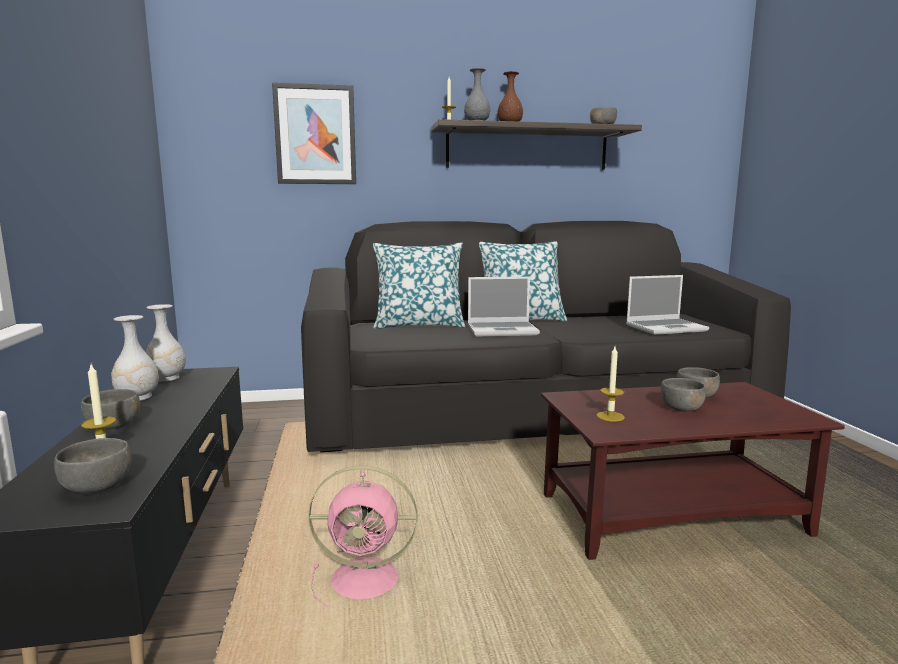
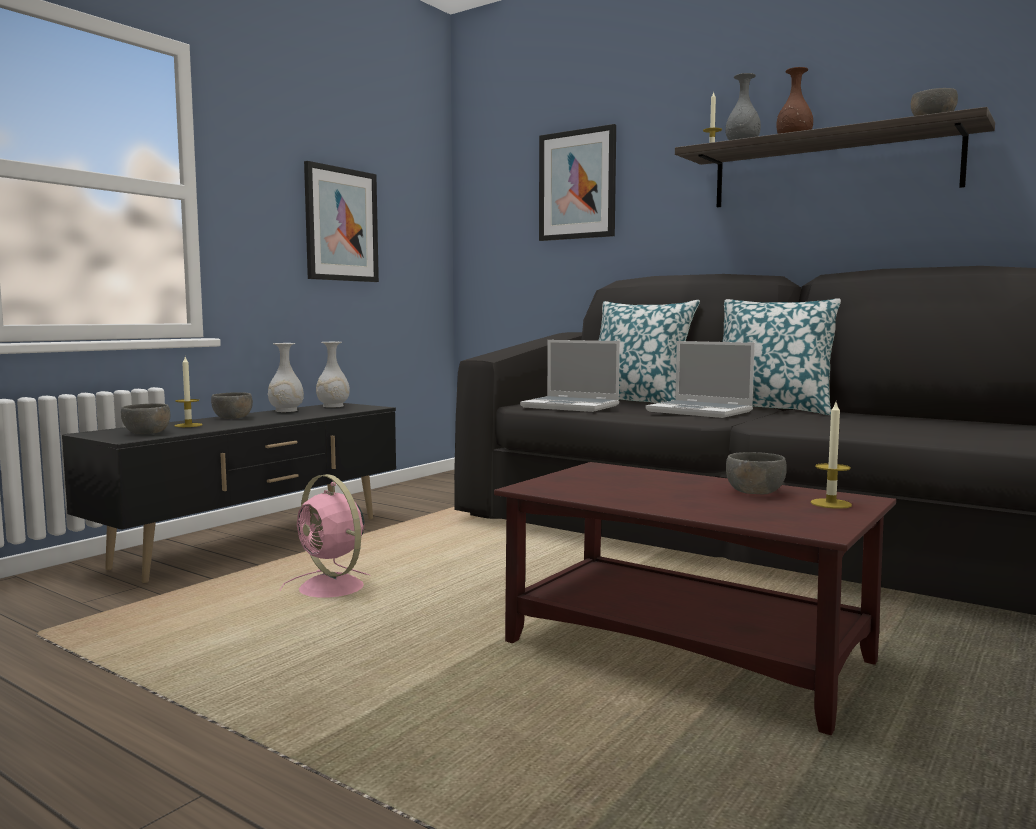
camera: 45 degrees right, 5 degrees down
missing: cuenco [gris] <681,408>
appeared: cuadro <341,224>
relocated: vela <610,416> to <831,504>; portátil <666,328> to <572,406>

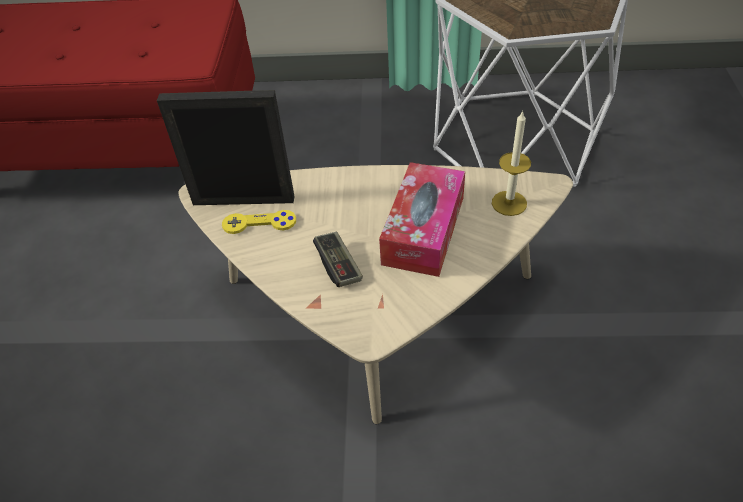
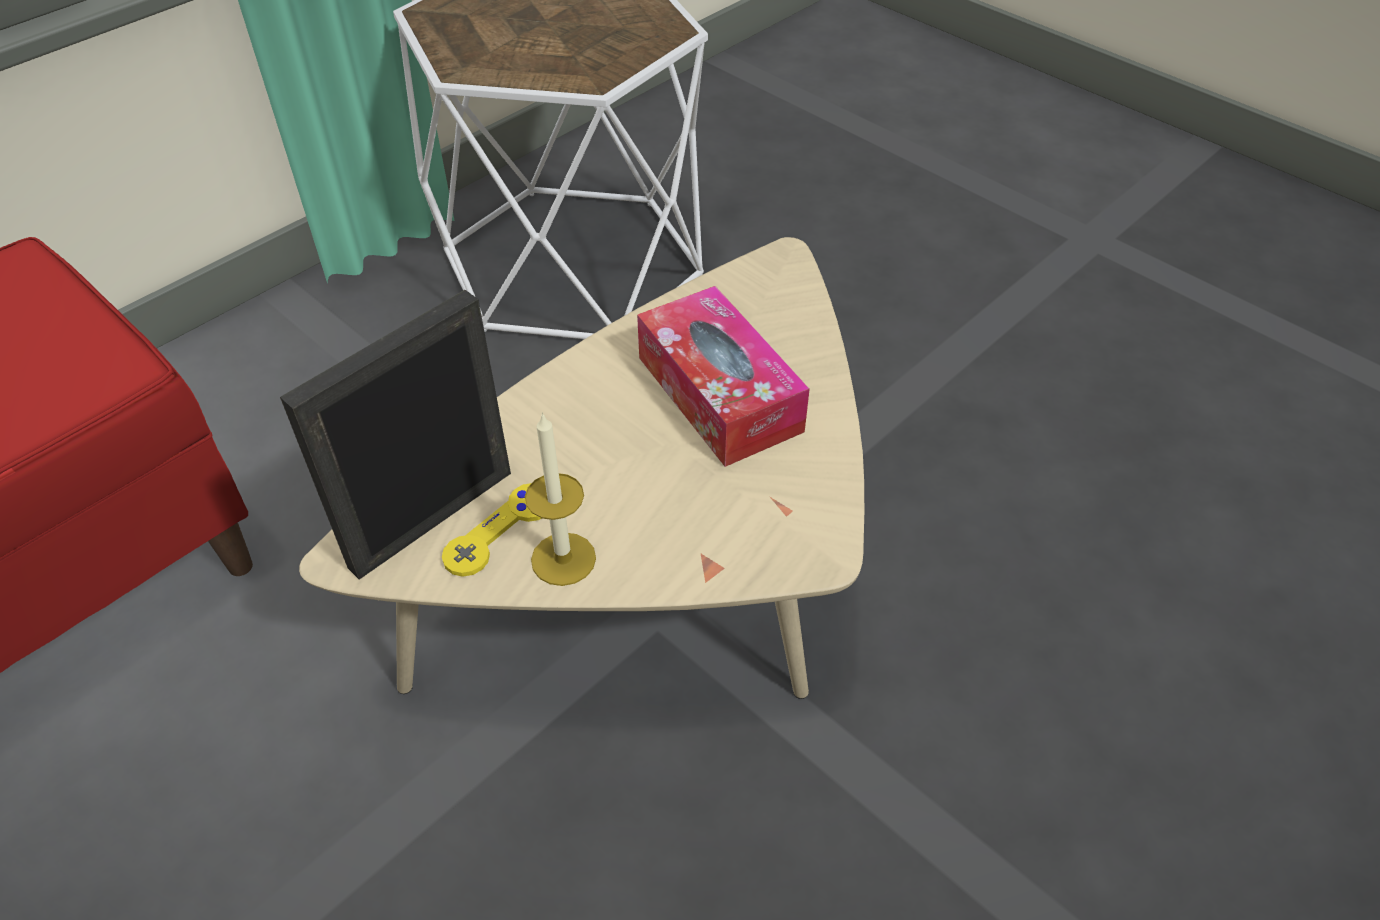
camera: 50 degrees left, 0 degrees up
missing: mando de consola <338,266>
relocated: vela <509,203> to <563,559>

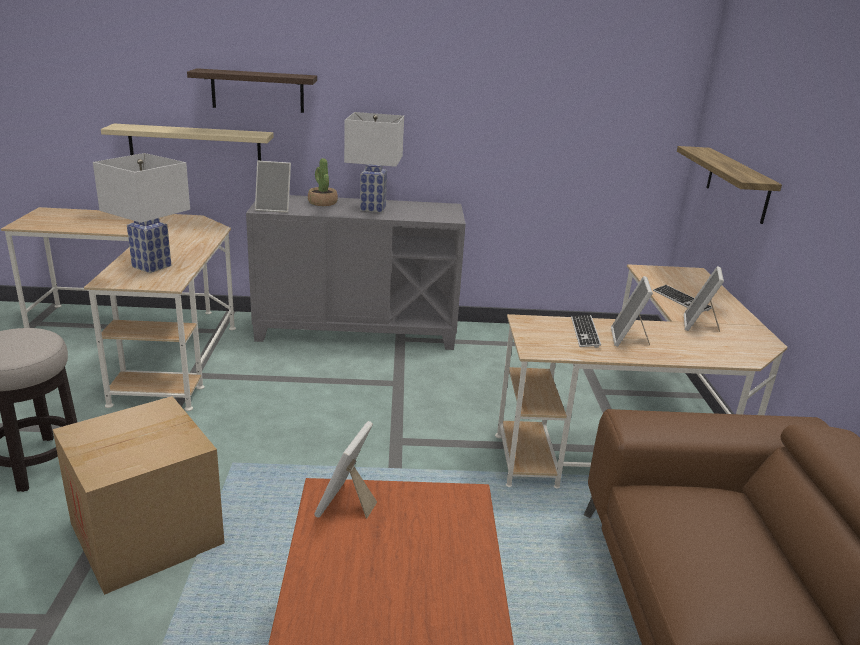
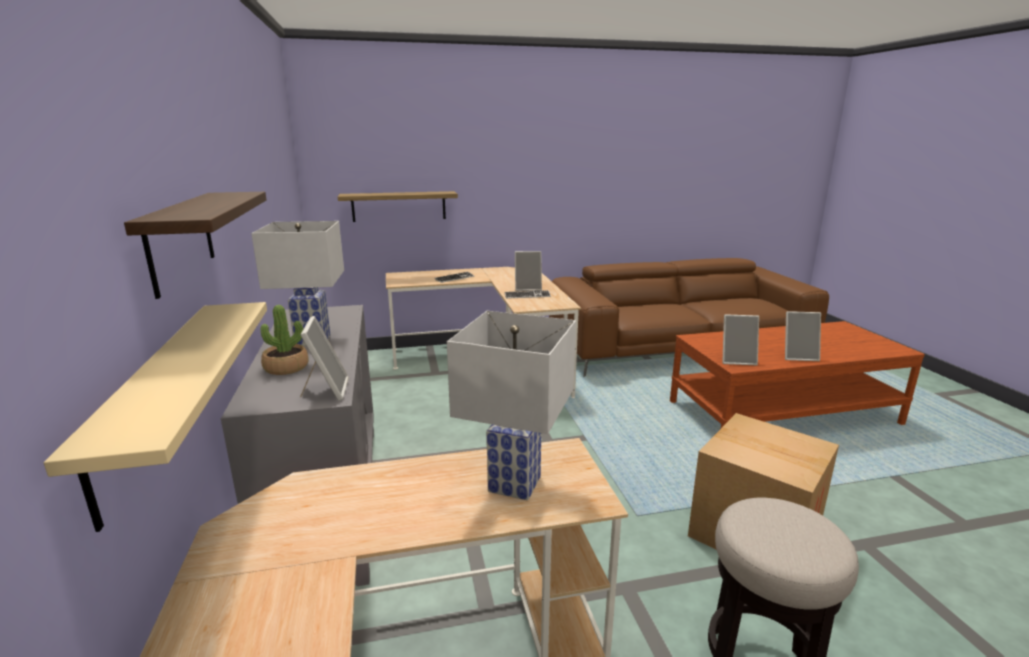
camera: 100 degrees left, 5 degrees down
relocated: portarretratos <699,325> to <798,356>

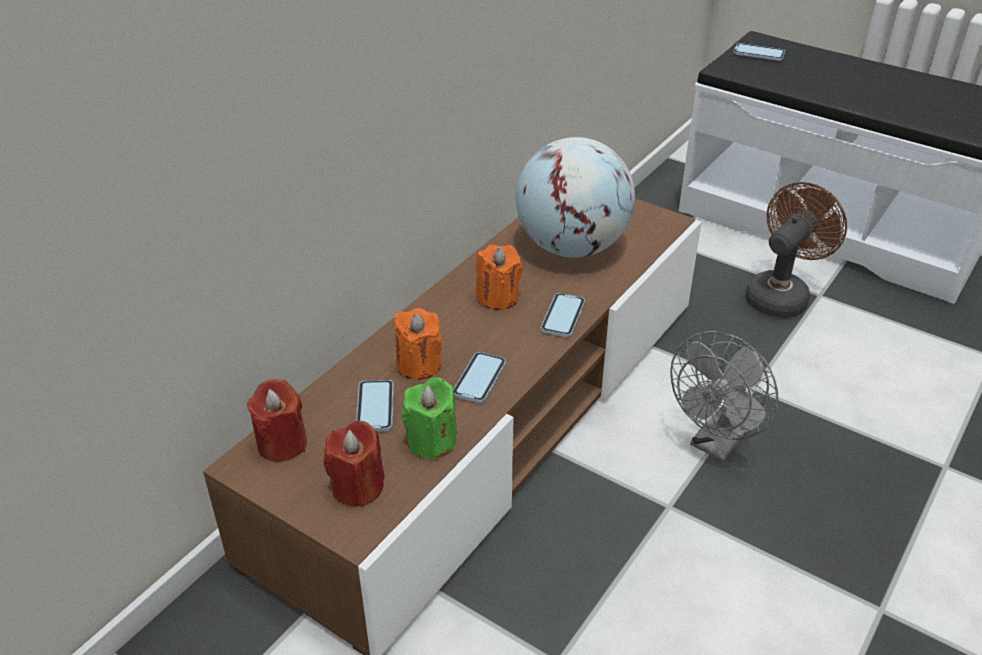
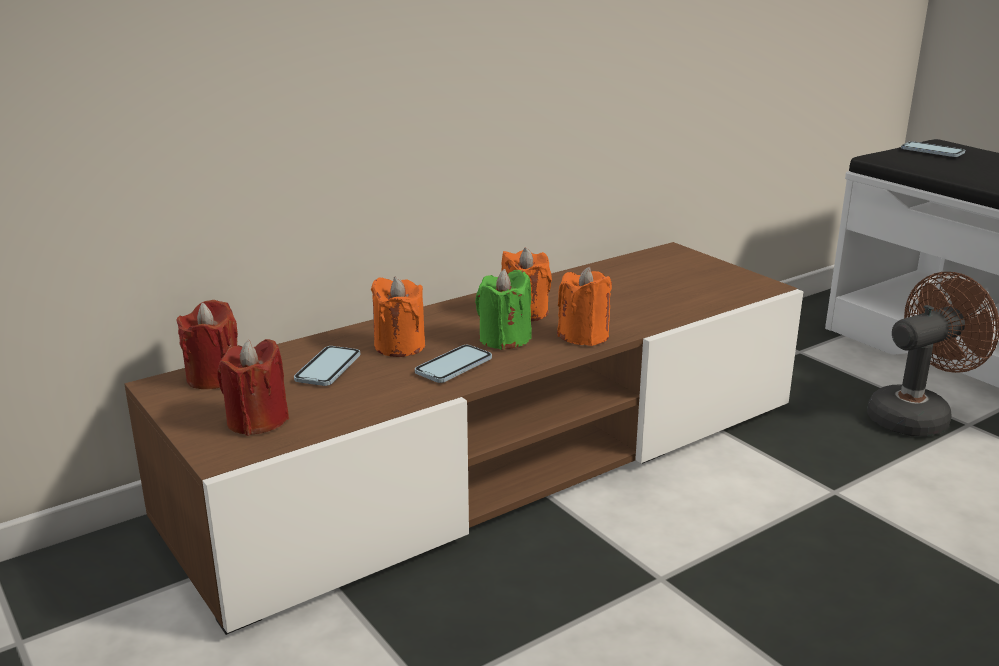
camera: 20 degrees right, 15 degrees down
missing: globo terráqueo <572,247>; ventilador [gris] <717,443>
relocated: vela [verde] <432,441> to <504,339>
exchanged: móvil <563,317> to vela [naranja] <584,336>

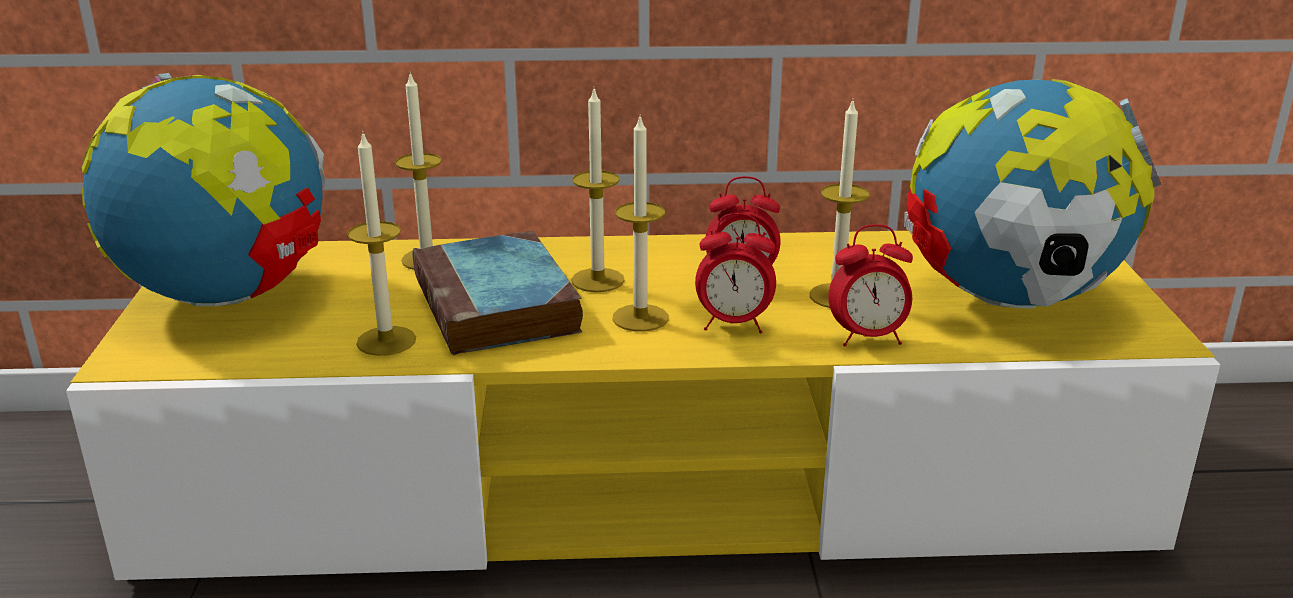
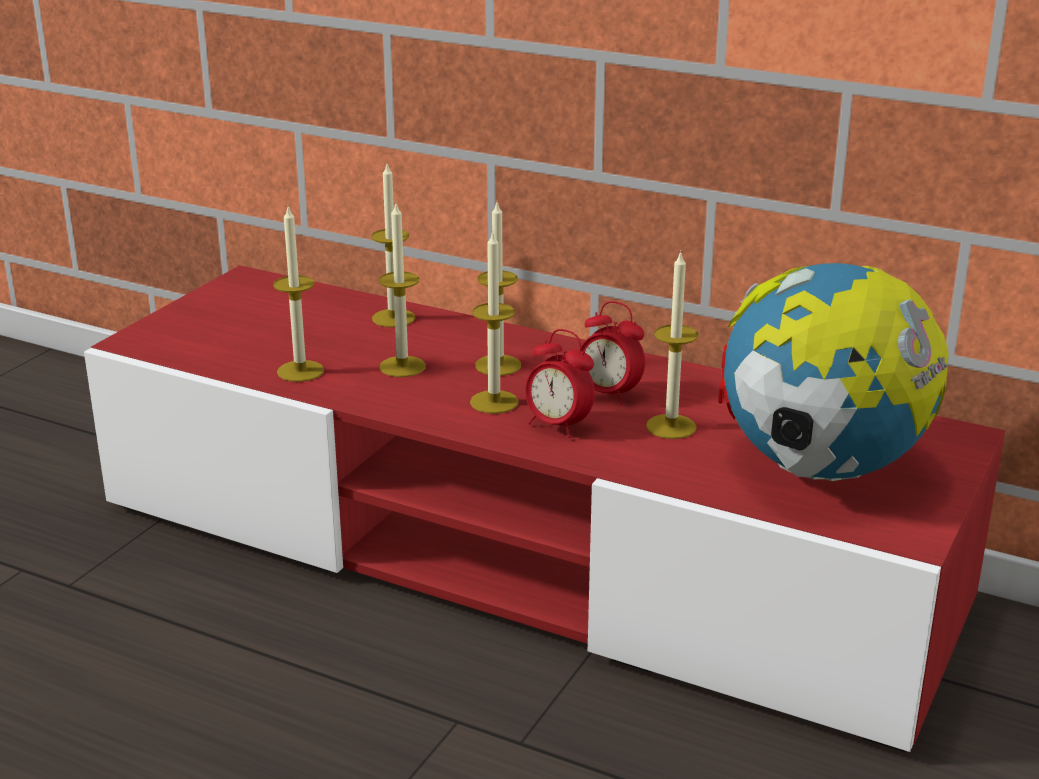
camera: 30 degrees right, 0 degrees up
missing: globo terráqueo <228,296>; despertador <868,338>
exchanged: libro <498,306> to vela <402,366>
colour: mueble de televisión [amarillo] <646,483> to mueble de televisión [rojo] <519,555>

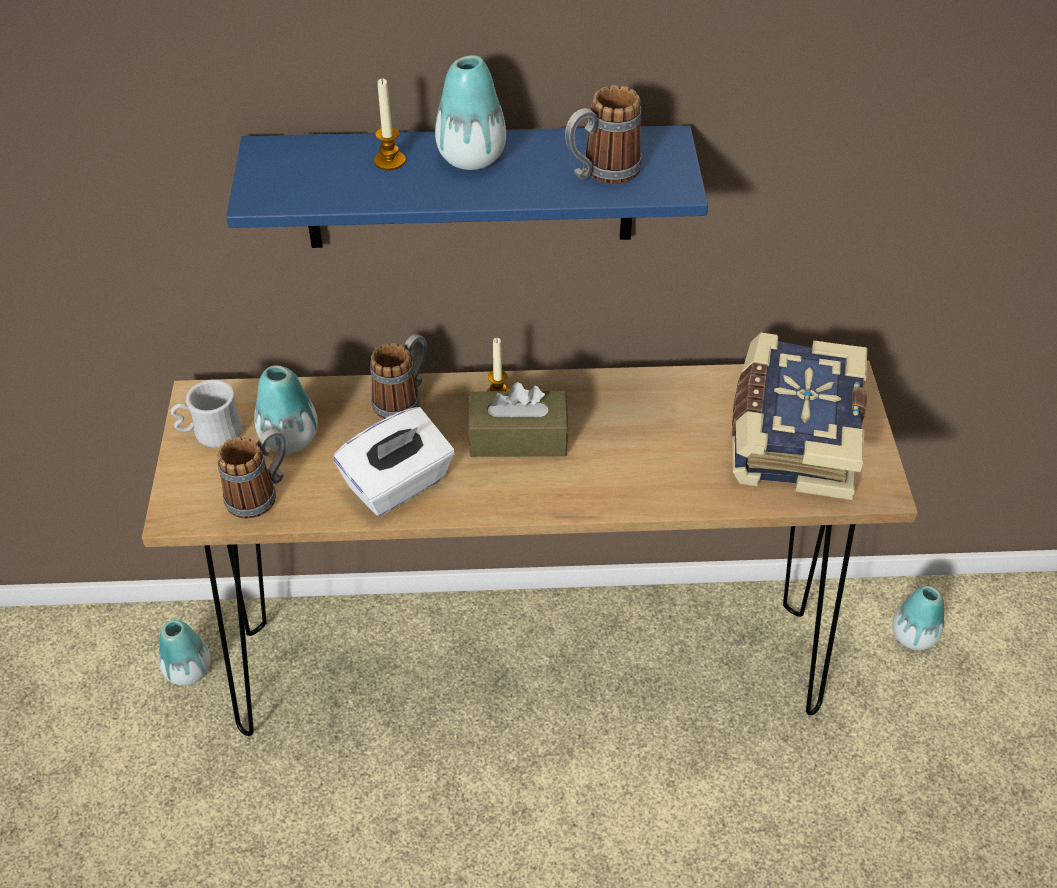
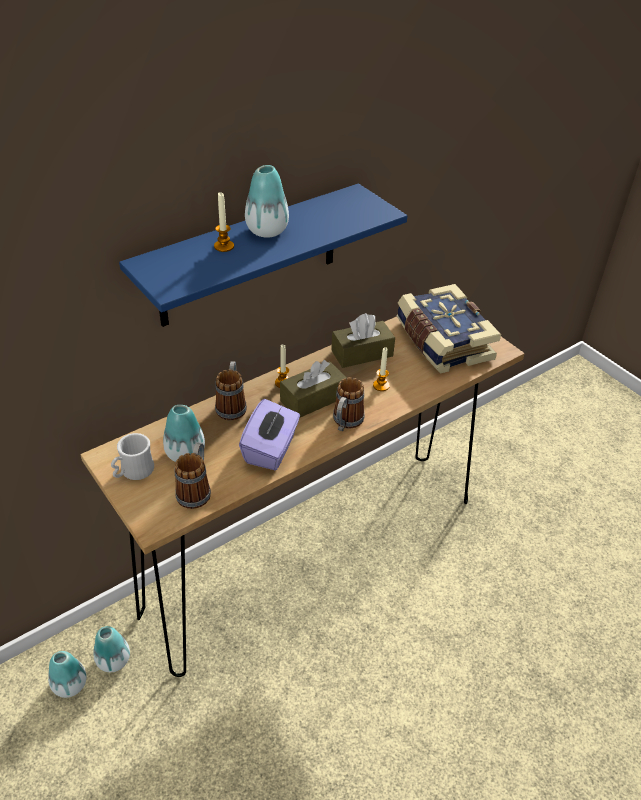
camera: 35 degrees left, 5 degrees down
appeared: caja de pañuelos [marrón] <362,353>; vela <381,385>
relocated: taza grande <601,173> to <345,423>; florero <913,636> to <70,685>
colour: caja de pañuelos [blanco] <398,484> to caja de pañuelos [morado] <271,449>

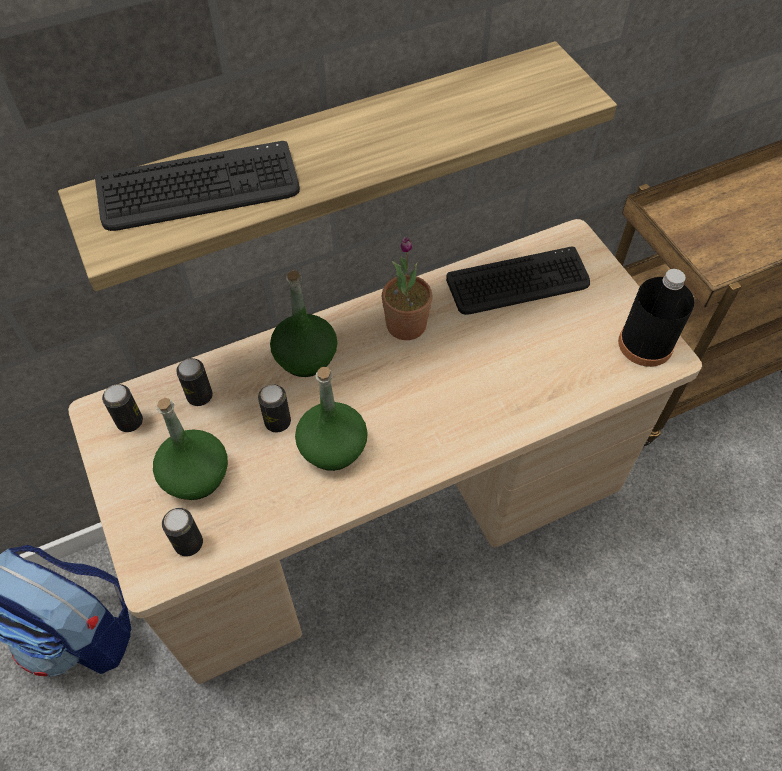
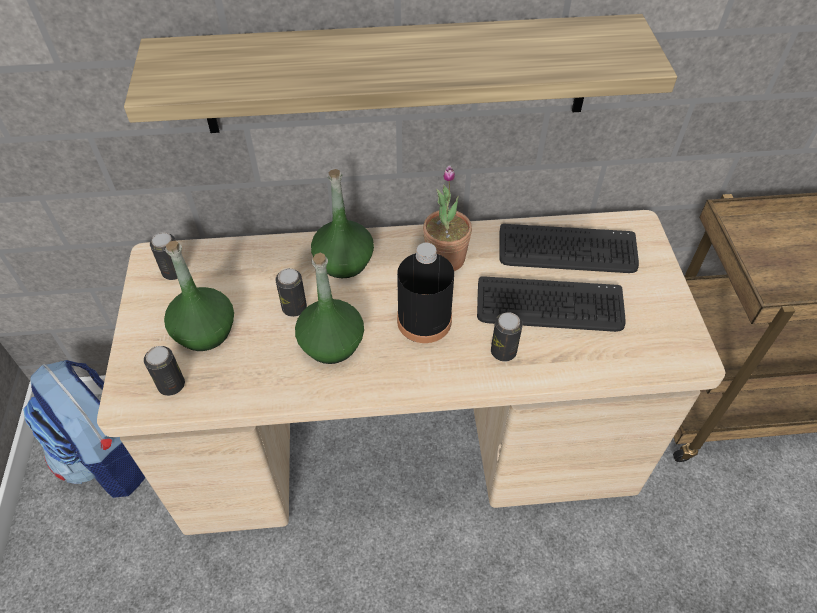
camera: 20 degrees right, 5 degrees down
relocated: teclado <199,189> to <549,306>; lata <200,396> to <503,352>; botella [negro] <645,344> to <424,321>

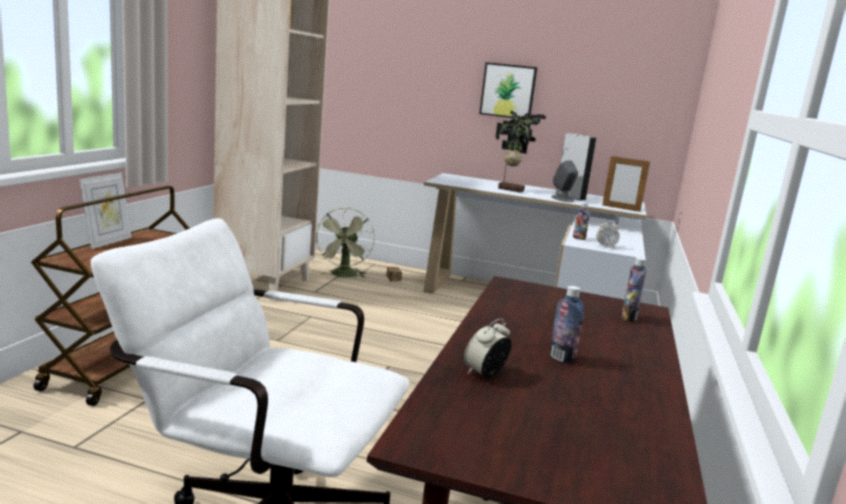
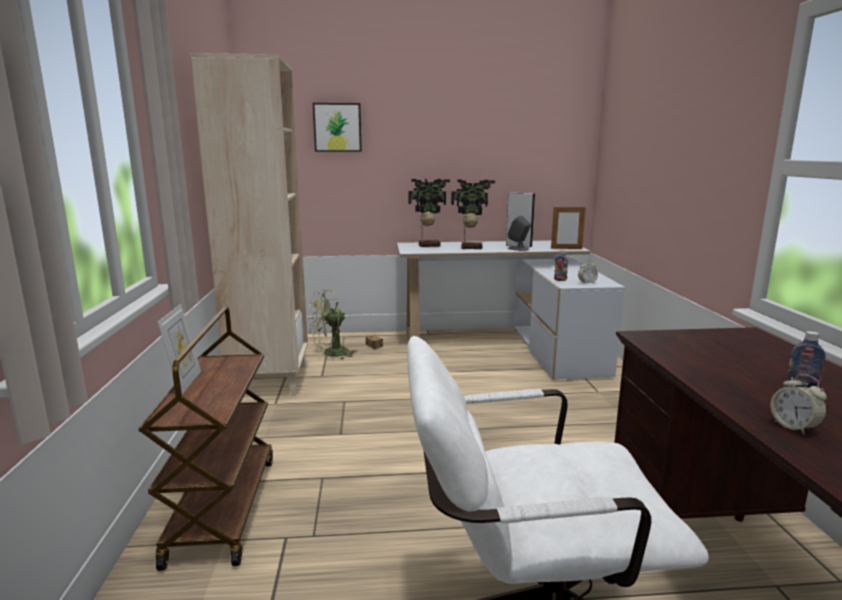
camera: 20 degrees left, 0 degrees up
missing: botella <628,318>
appeared: planta en maceta <428,245>
relocated: cuadro <508,91> to <337,127>
spun: ventilador [verde] <344,276> = <331,354> 75 degrees clockwise; despertador <485,373> = <794,427> 45 degrees counterclockwise

